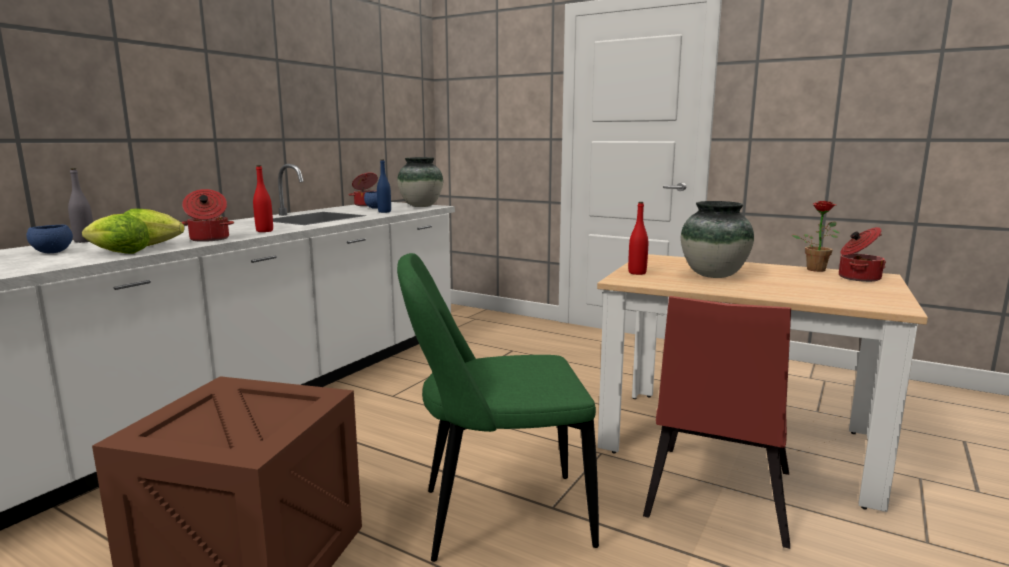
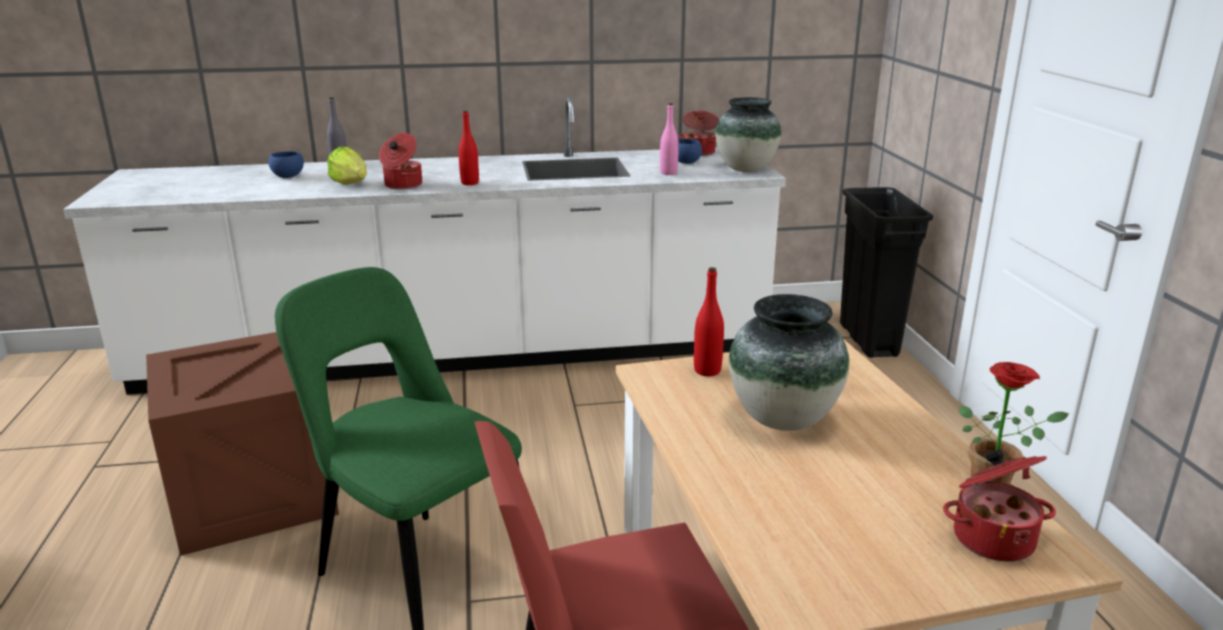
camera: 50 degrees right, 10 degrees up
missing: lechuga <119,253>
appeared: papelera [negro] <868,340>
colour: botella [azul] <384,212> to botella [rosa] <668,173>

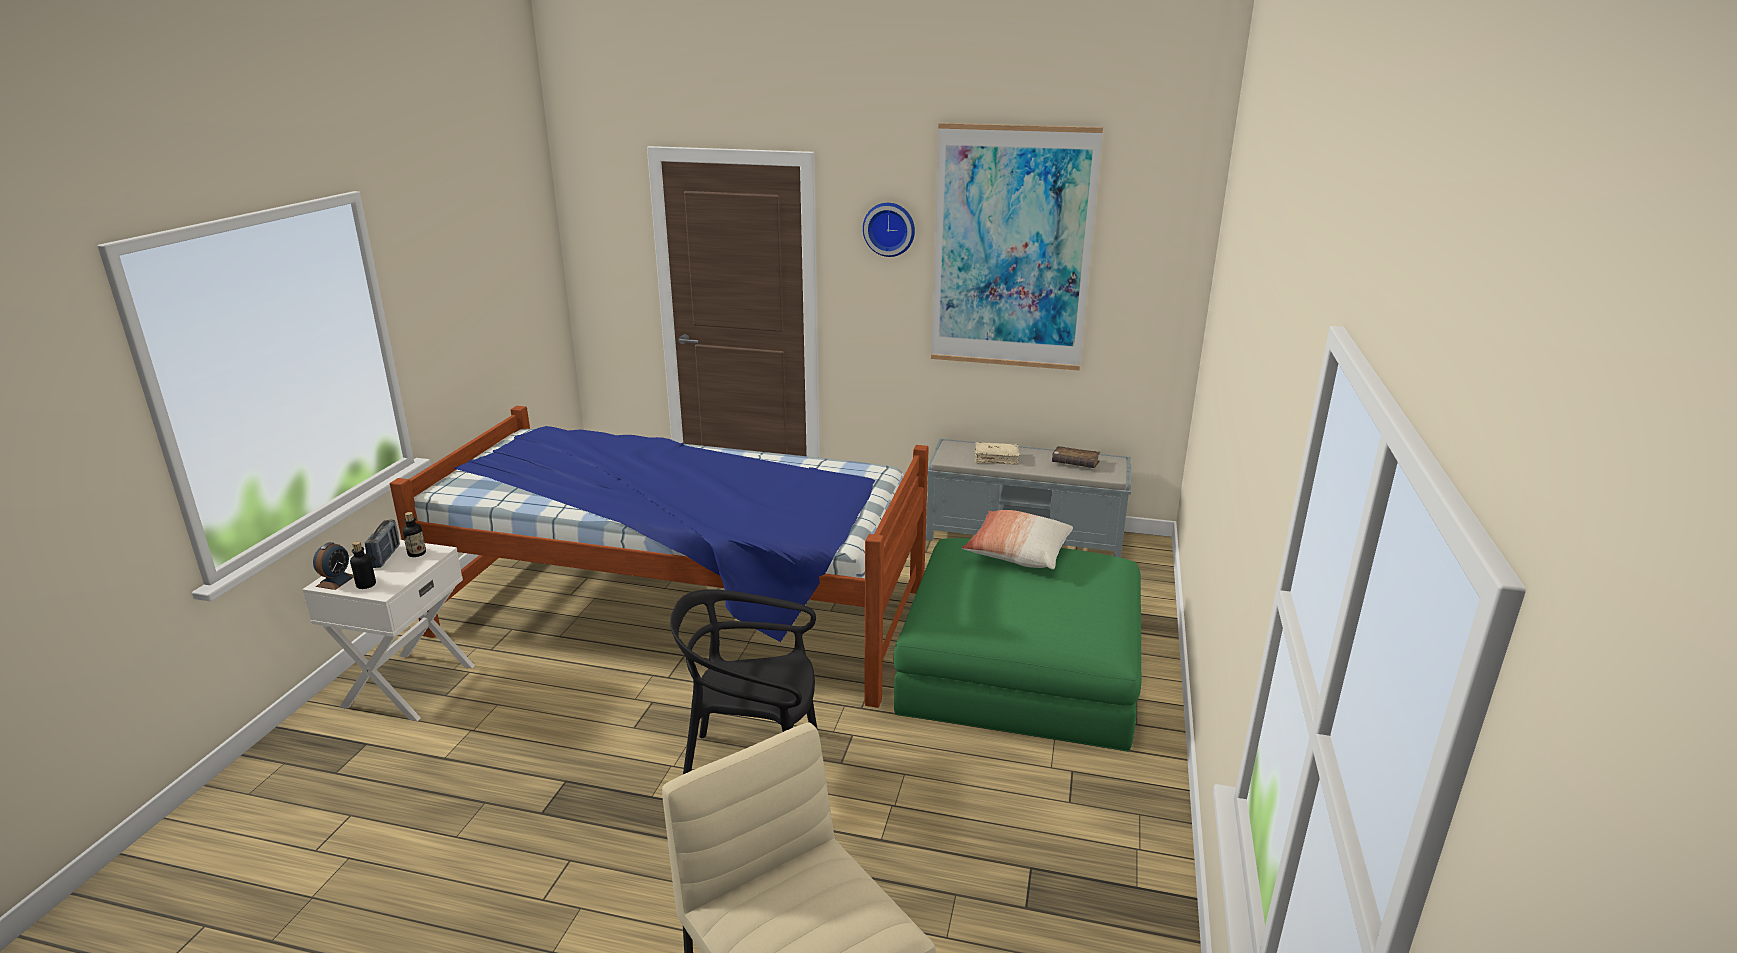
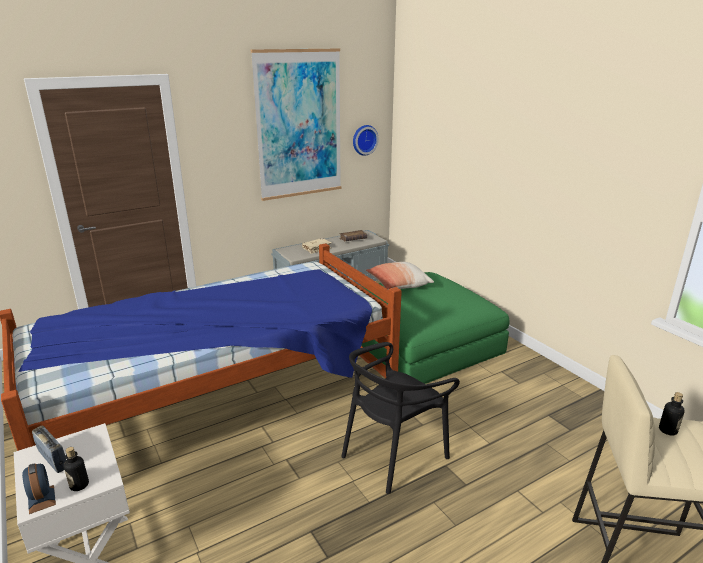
camera: 45 degrees left, 0 degrees up
relocated: botella <417,553> to <667,430>; reloj de pared <889,229> to <364,140>

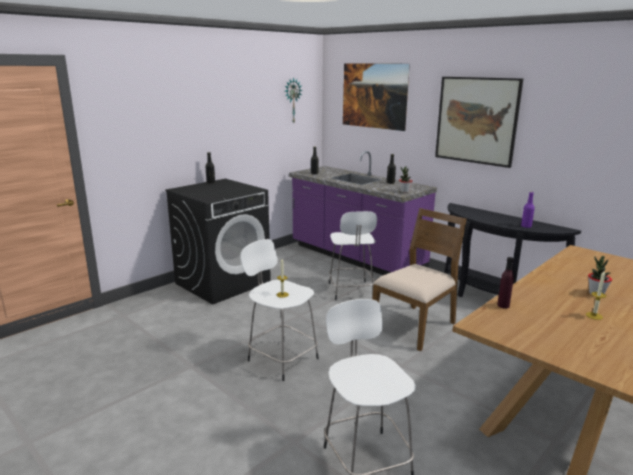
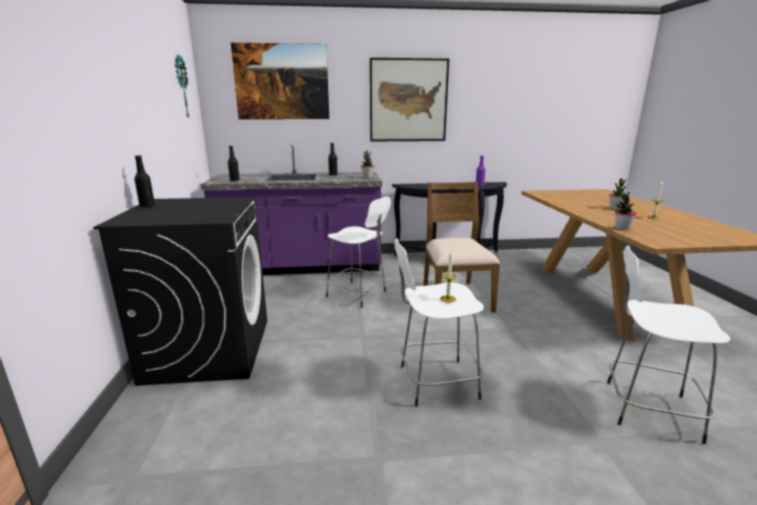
camera: 50 degrees left, 0 degrees up
exchanged: botella [morado] <503,305> to planta en maceta <622,228>

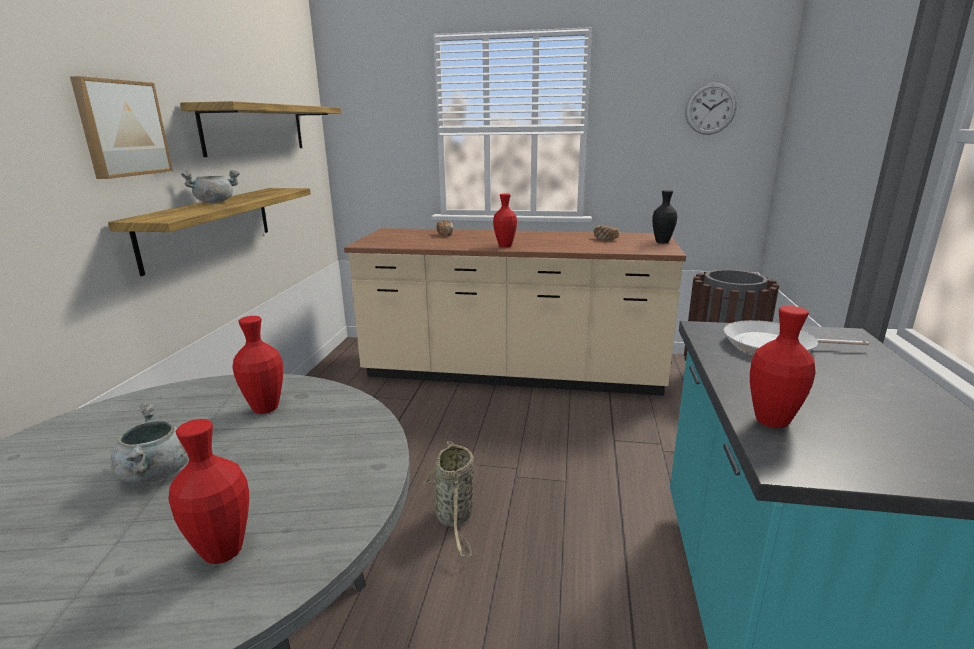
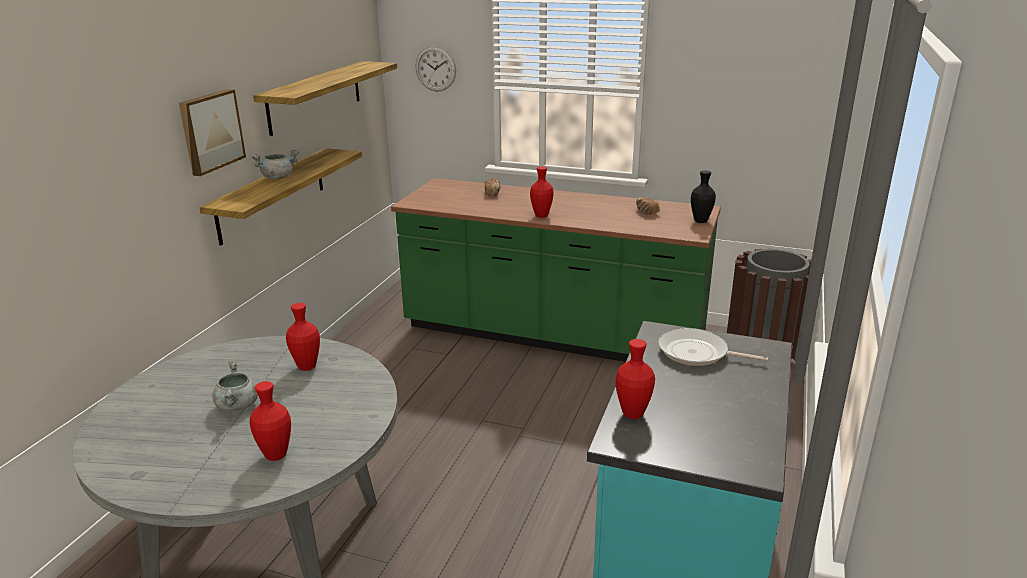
camera: 10 degrees right, 5 degrees up
missing: cesta <455,517>
relocated: reloj de pared <710,109> to <435,68>
colour: mueble bajo de cocina [beis] <512,373> to mueble bajo de cocina [verde] <552,335>

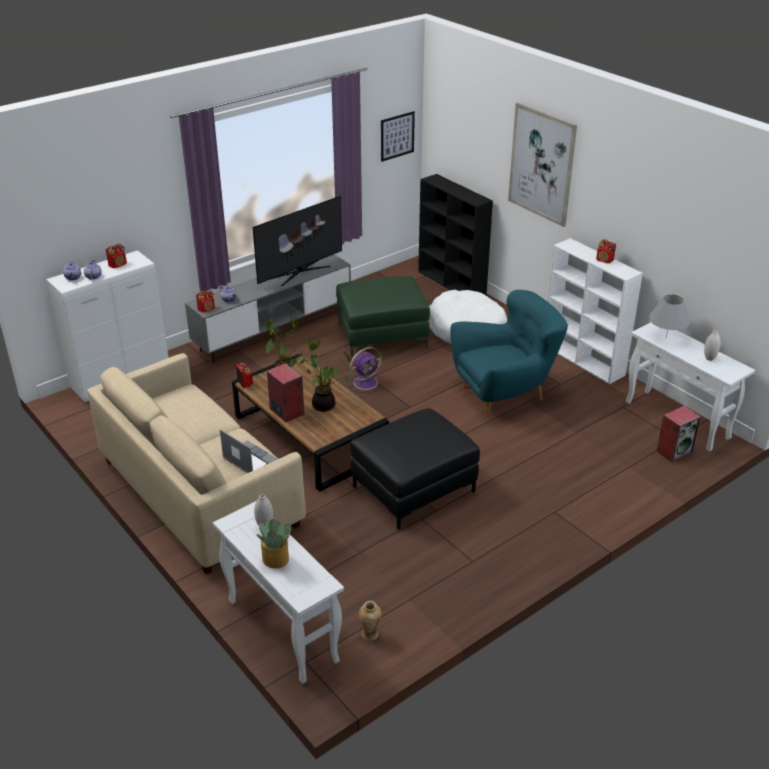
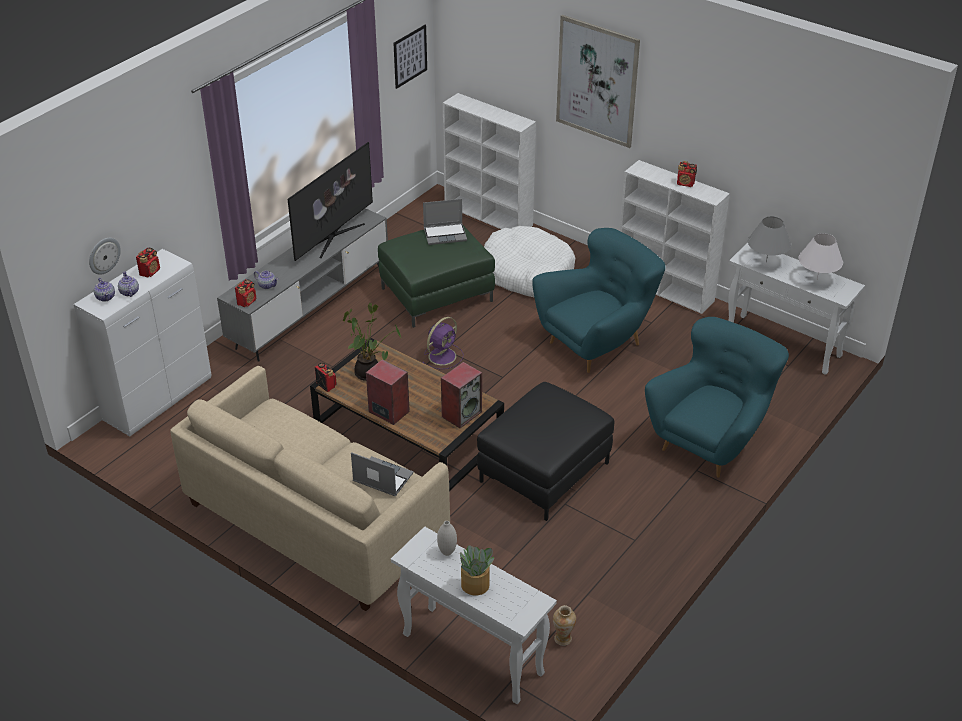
camera: 15 degrees left, 5 degrees up
missing: planta en maceta <325,404>
appeared: reloj de pared <103,255>; portátil <445,234>; sillón [turquesa] <710,441>
relocated: altavoz <674,451> to <461,414>
exchanged: florero [blanco] <709,358> to lámpara de mesa [blanco] <817,279>
colour: estantería [negro] <452,283> to estantería [blanco] <489,215>

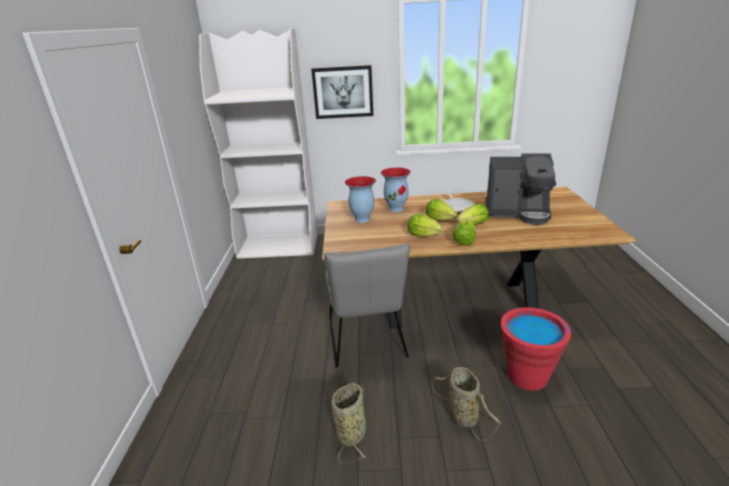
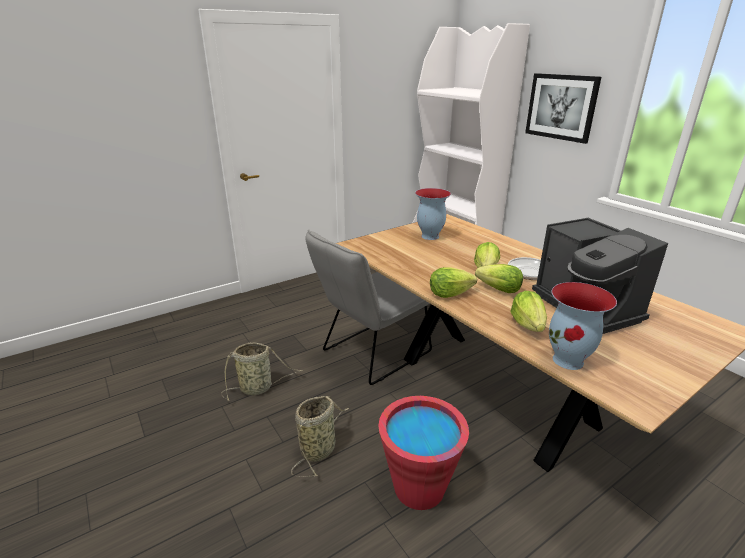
camera: 55 degrees right, 0 degrees up
relocated: florero <396,208> to <569,360>; lechuga <423,235> to <528,325>

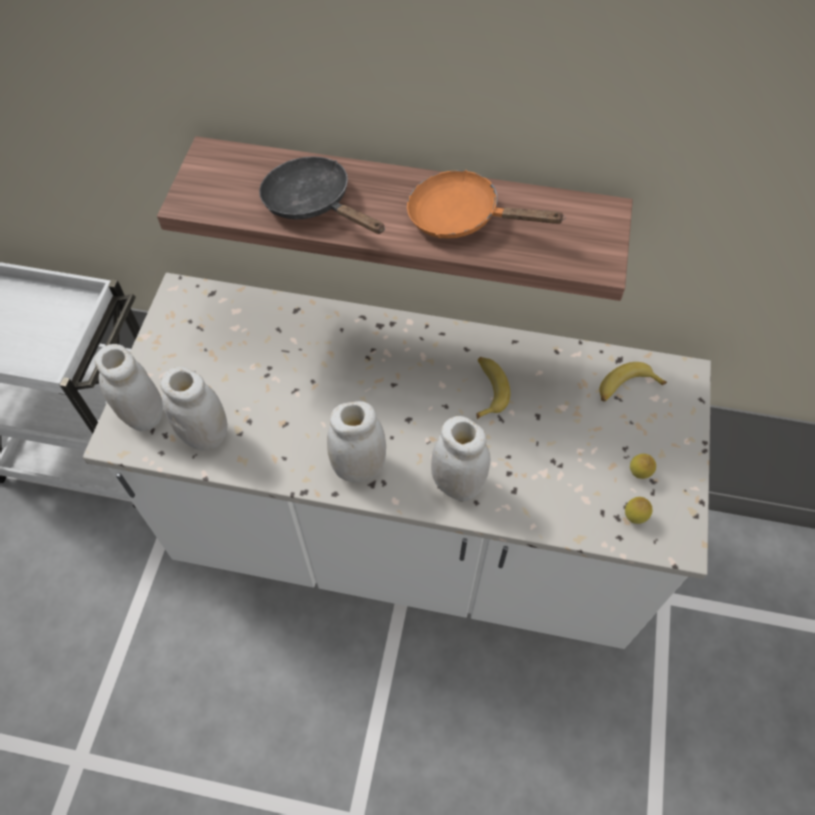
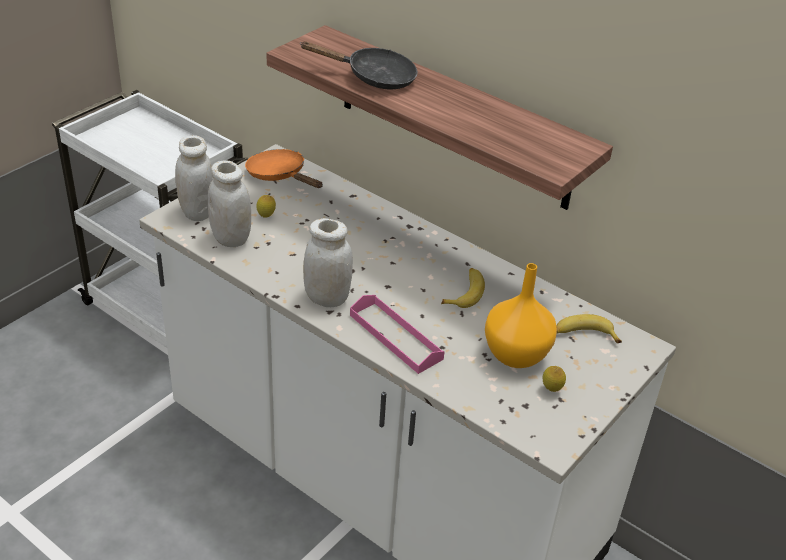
camera: 25 degrees right, 20 degrees down
appeared: florero [naranja] <517,355>
relocated: sartén [naranja] <462,217> to <280,175>; limón <634,517> to <266,217>
exchanged: tarro [blanco] <457,483> to bandeja [rosa] <395,337>
spun: sartén [negro] <313,204> = <374,77> 120 degrees clockwise

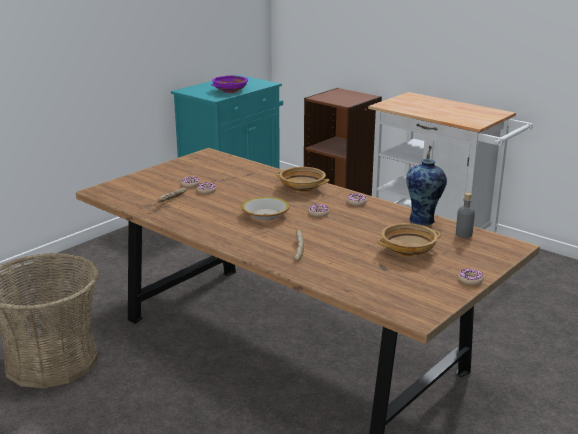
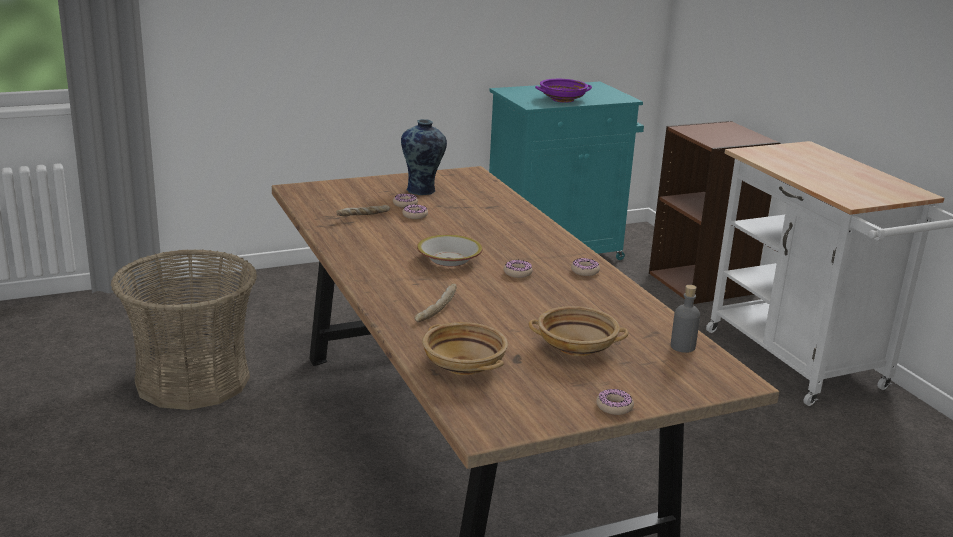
camera: 25 degrees right, 0 degrees up
relocated: cuenco [beis] <302,188> to <464,365>; florero <423,220> to <422,191>

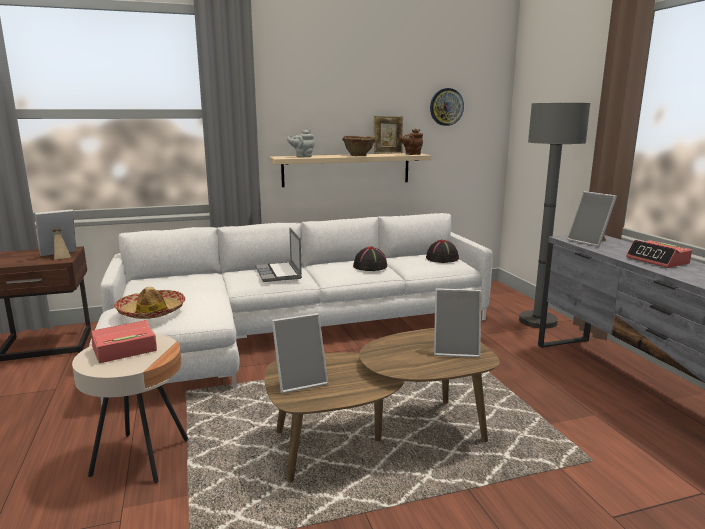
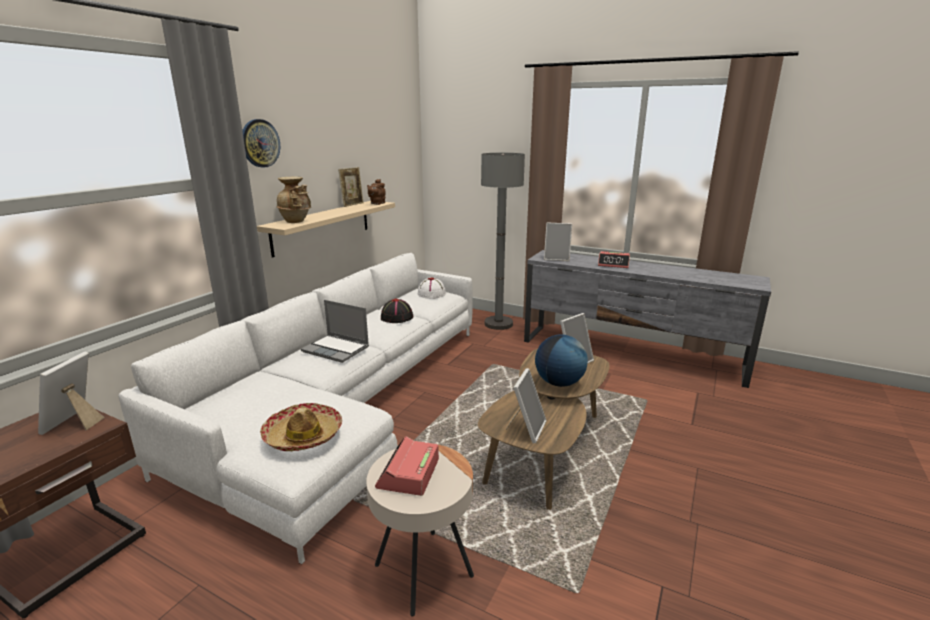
camera: 45 degrees left, 5 degrees up
missing: cuenco [marrón] <359,155>
appeared: globo terráqueo <559,383>
relocated: reloj de pared <446,107> to <260,143>
exchanged: tetera [gris] <302,156> to florero [beis] <296,221>
colour: sombrero [negro] <442,258> to sombrero [blanco] <432,293>

